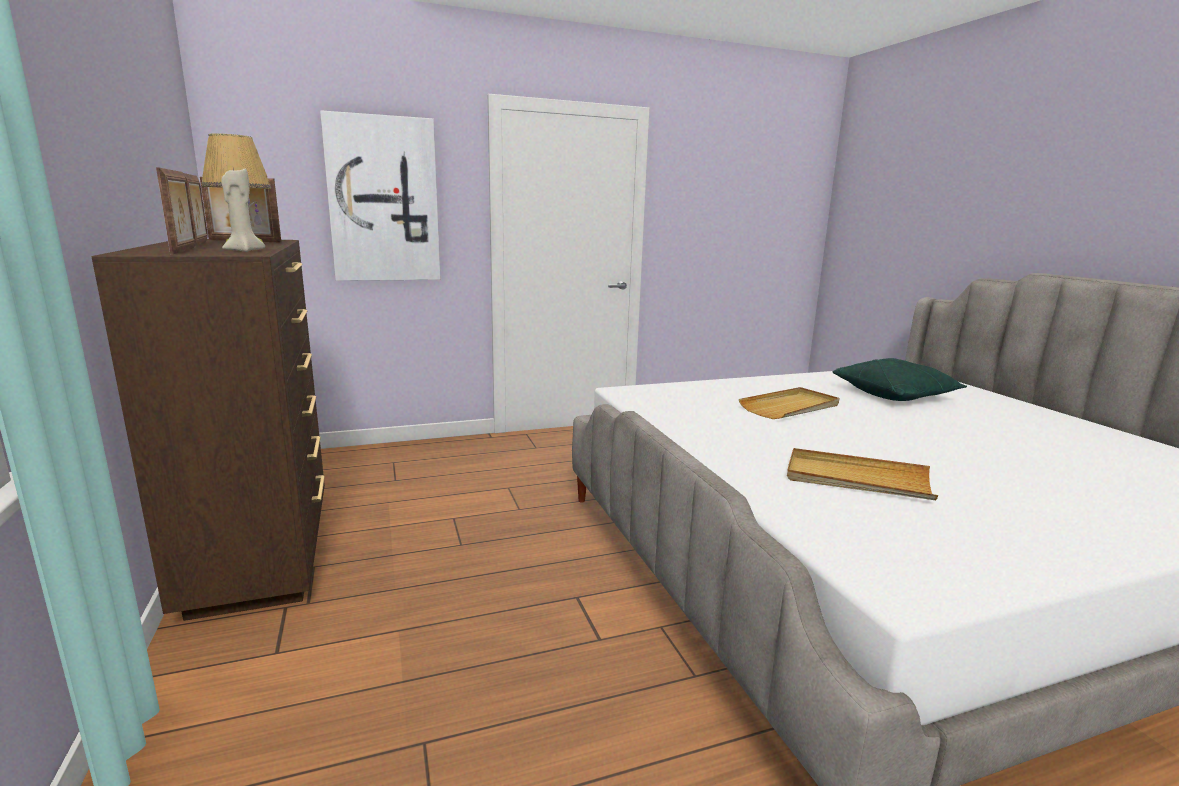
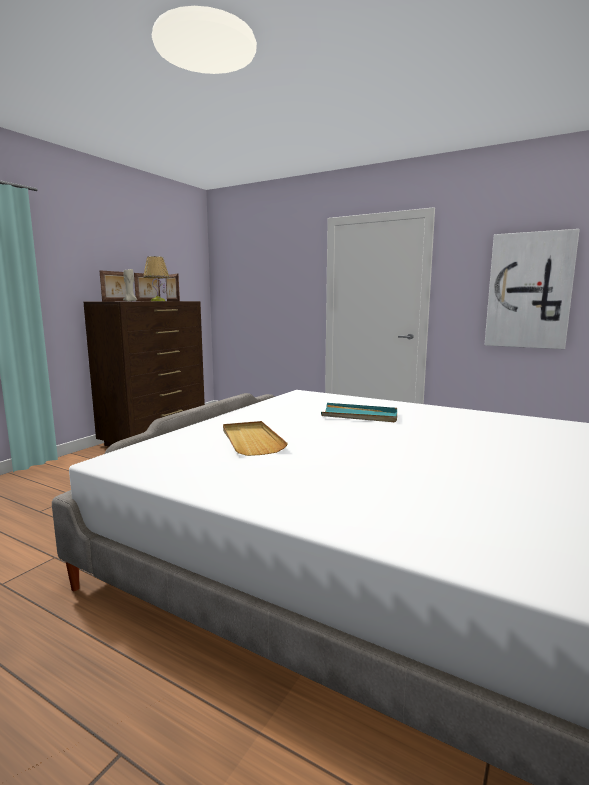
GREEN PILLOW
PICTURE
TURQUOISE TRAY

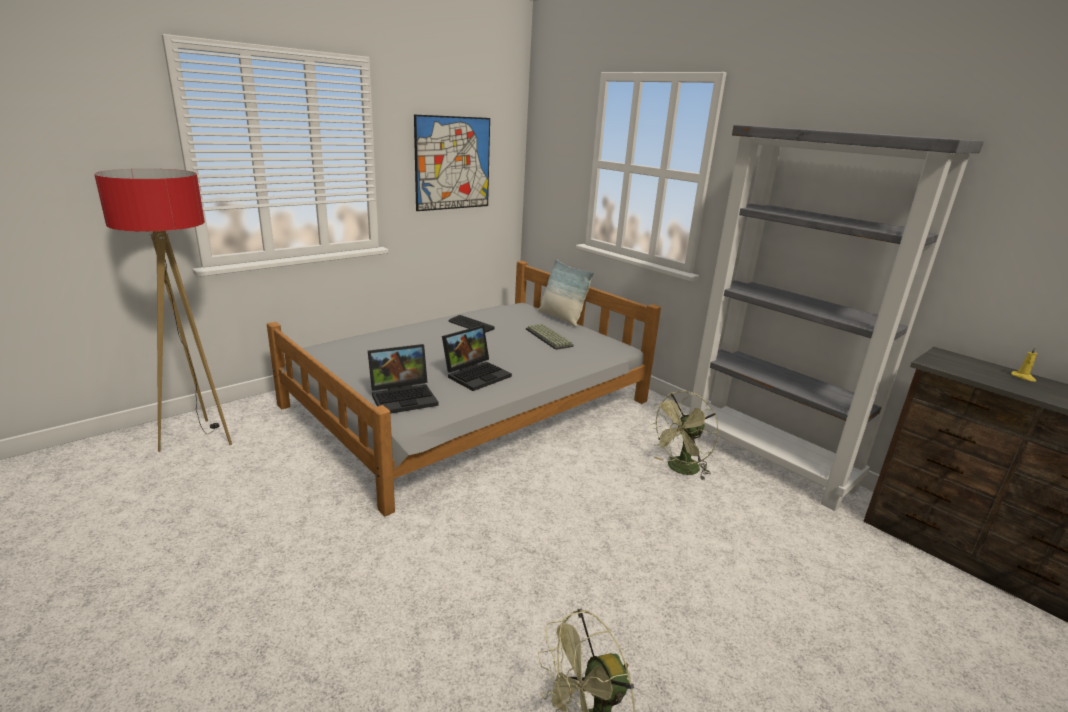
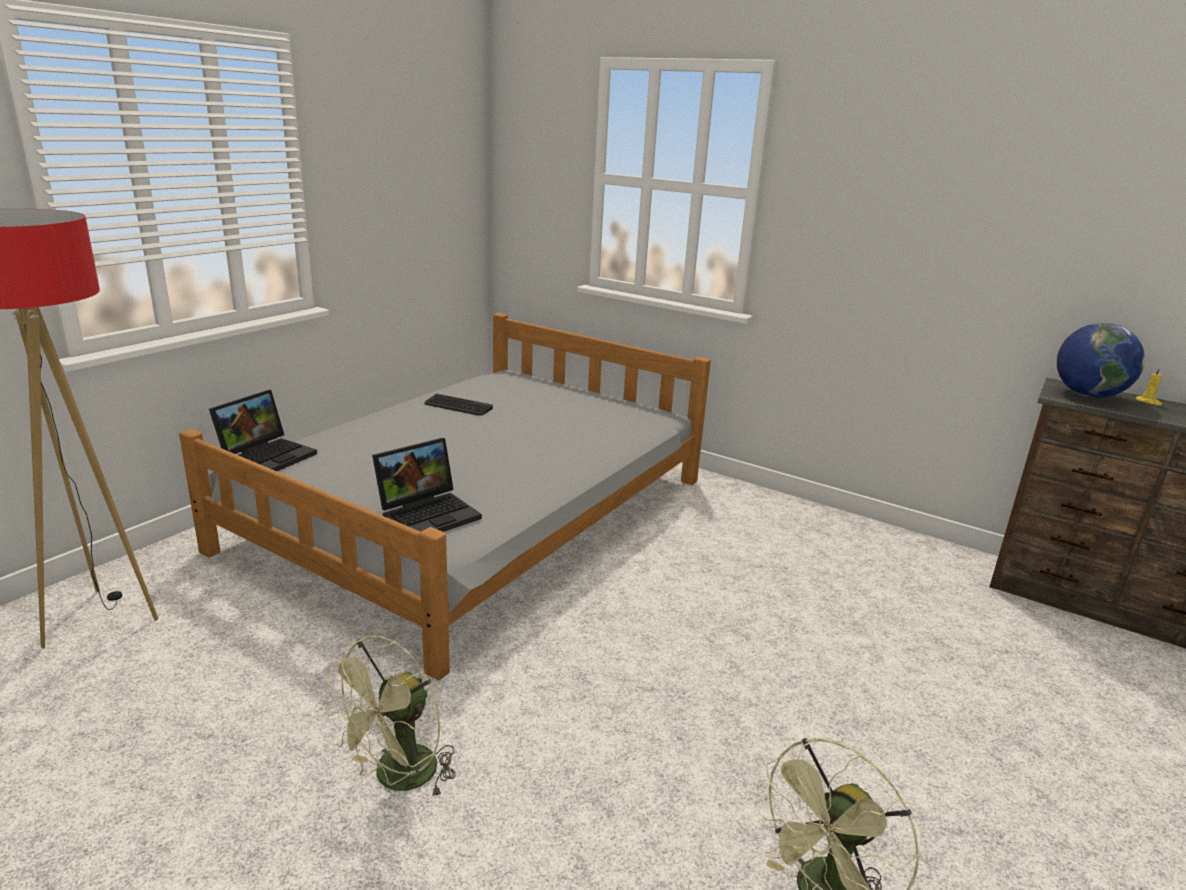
PICTURE
KEYBOARD (2nd from left in the first image)
PILLOW
GREY BOOKCASE
GLOBE
LAPTOP (1st from left)
GREEN FAN (1st from left)

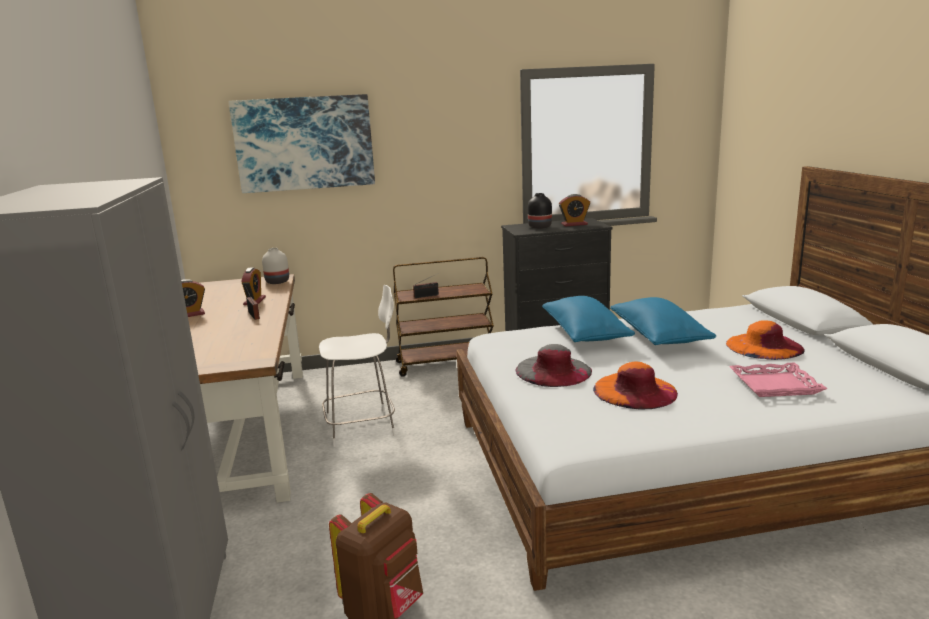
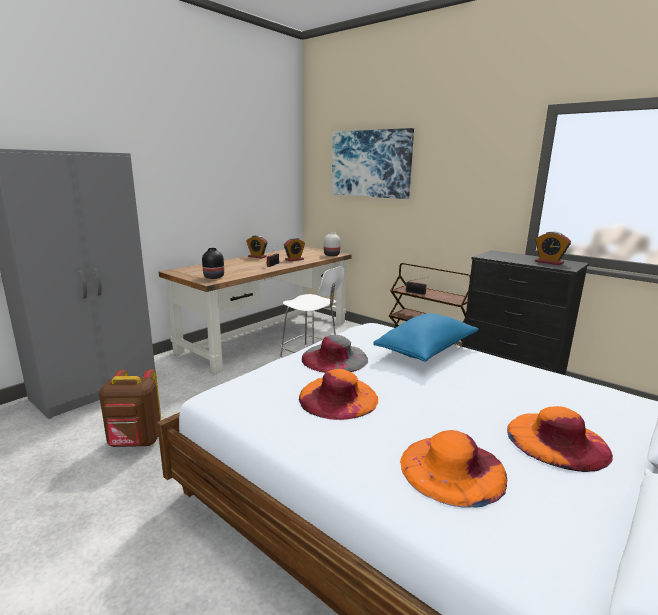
BLUE PILLOW (2nd from left in the first image)
BLACK VASE
ORANGE HAT (2nd from left)

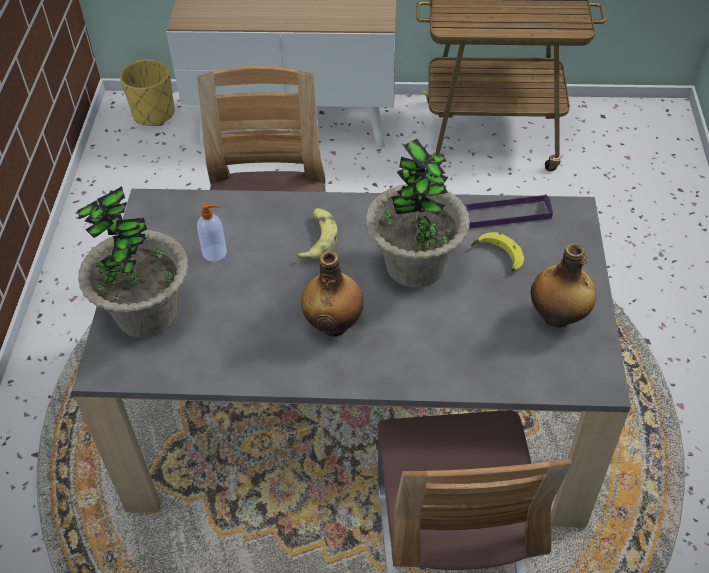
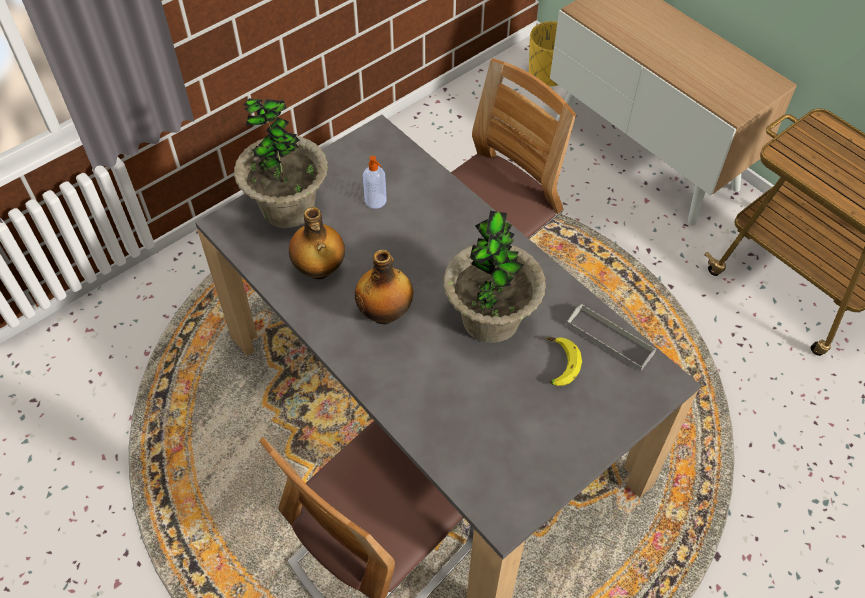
BANANA (1st from left in the first image)
BOTTLE (1st from left)
GREY TRAY

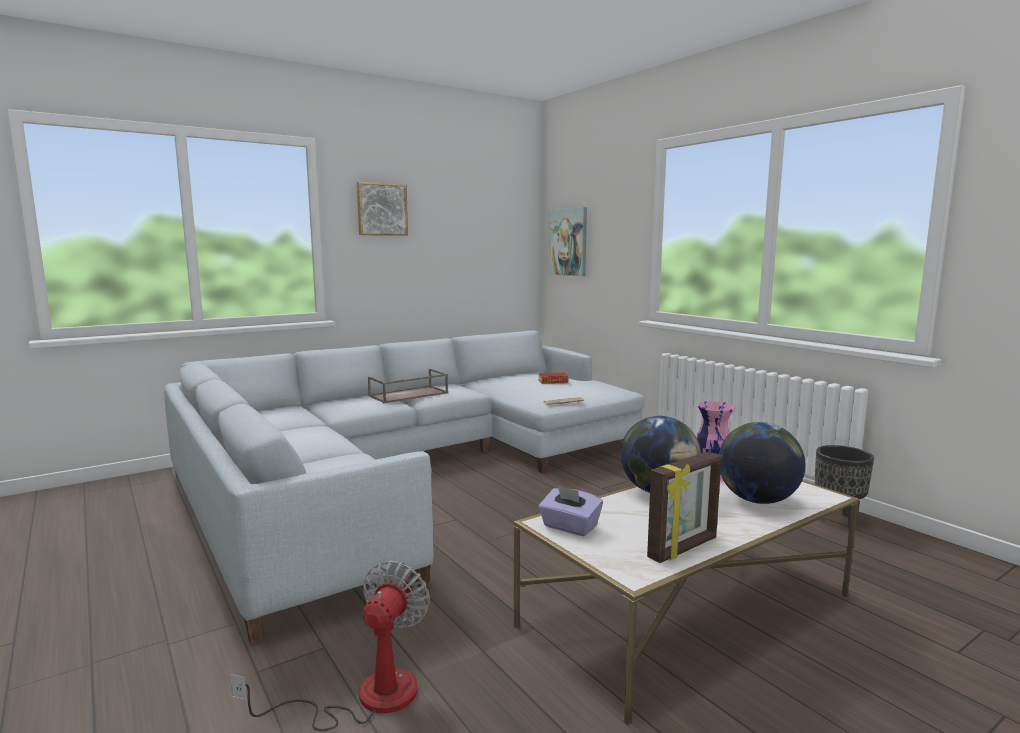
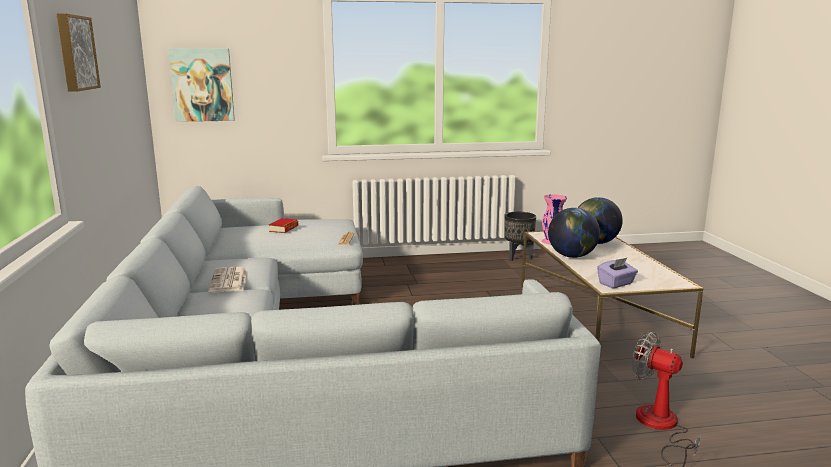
PICTURE FRAME
NEWSPAPER (1st from left)

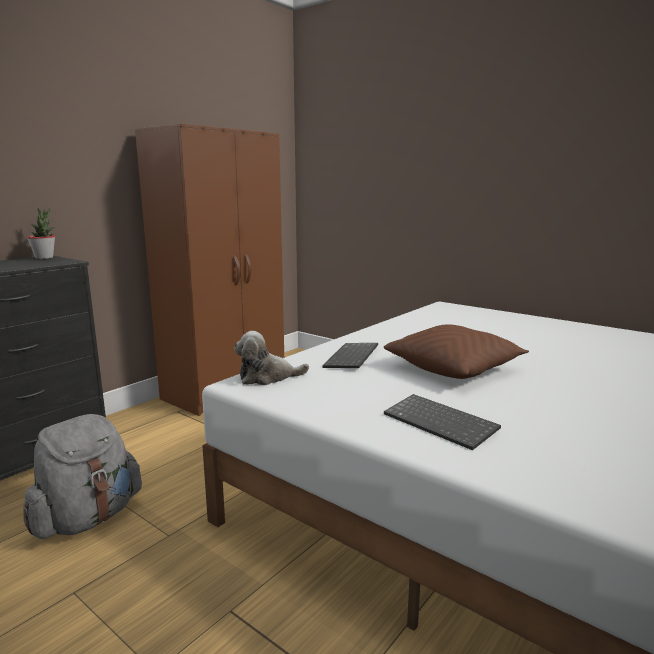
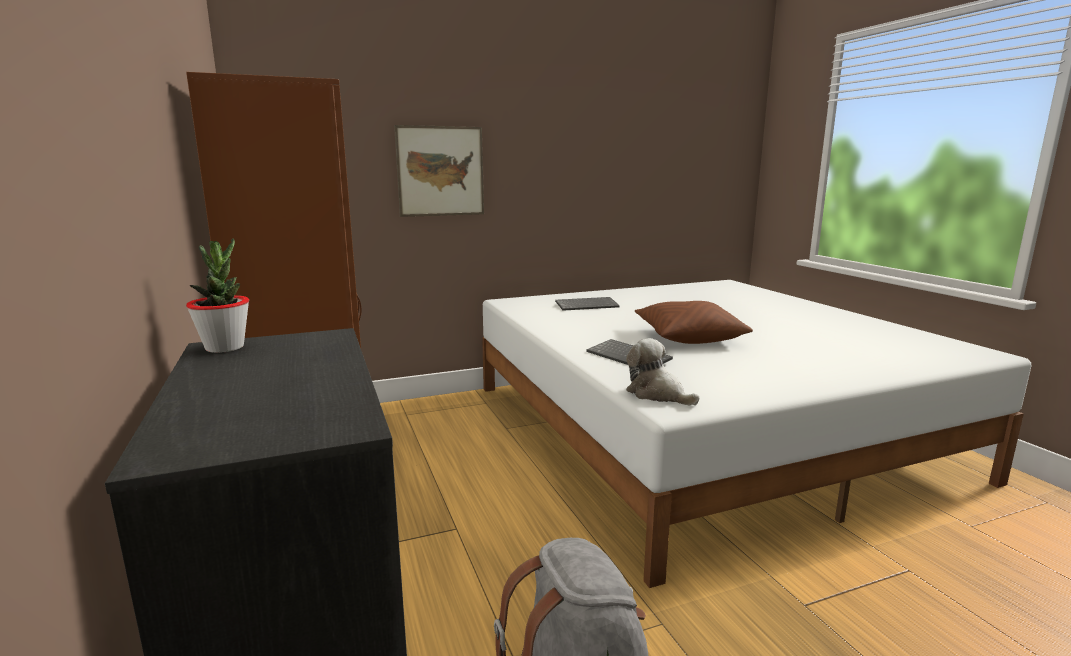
PICTURE
KEYBOARD (1st from left)
PLUSH TOY

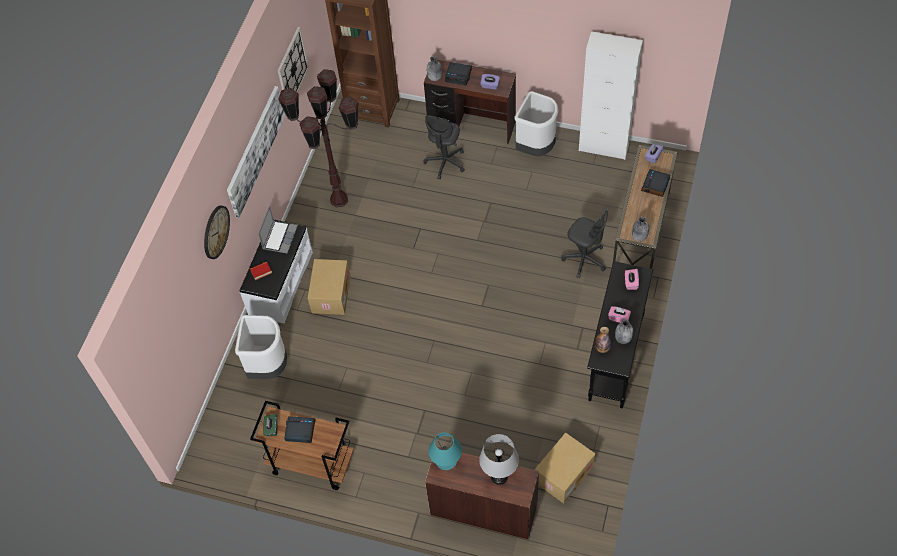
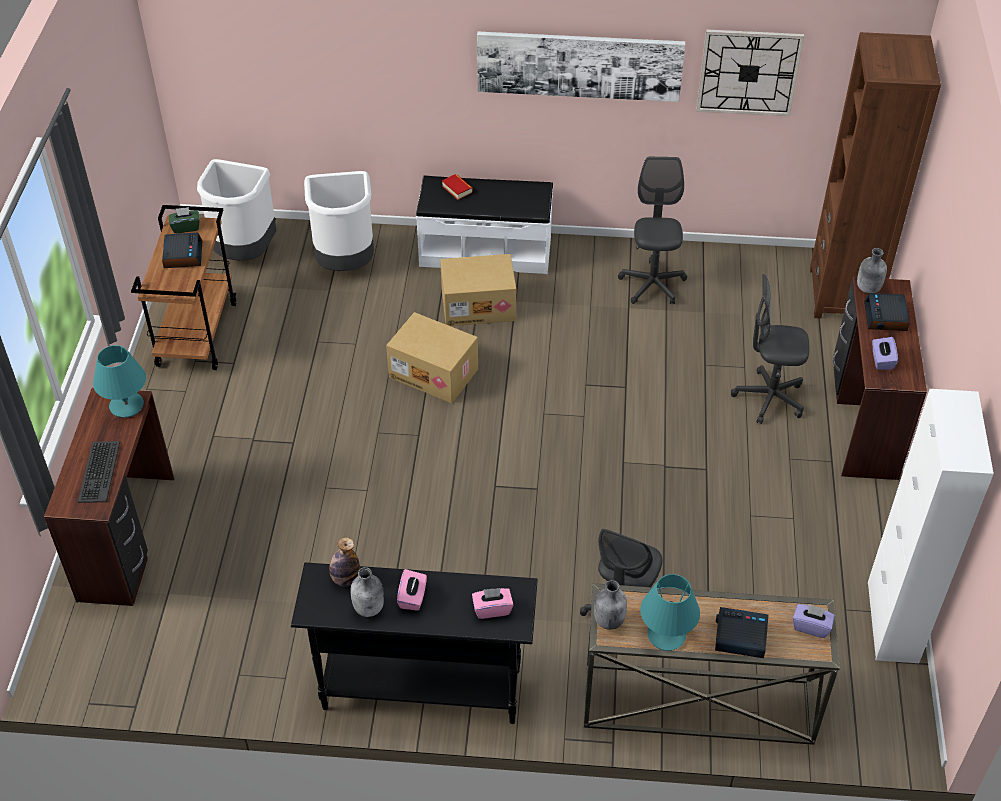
WALL CLOCK (1st from left in the first image)
LAPTOP
TURQUOISE TABLE LAMP (2nd from left)
WHITE TRASH CAN (1st from left)
CARDBOARD BOX (1st from left)
GREY OFFICE CHAIR (2nd from left)
KEYBOARD

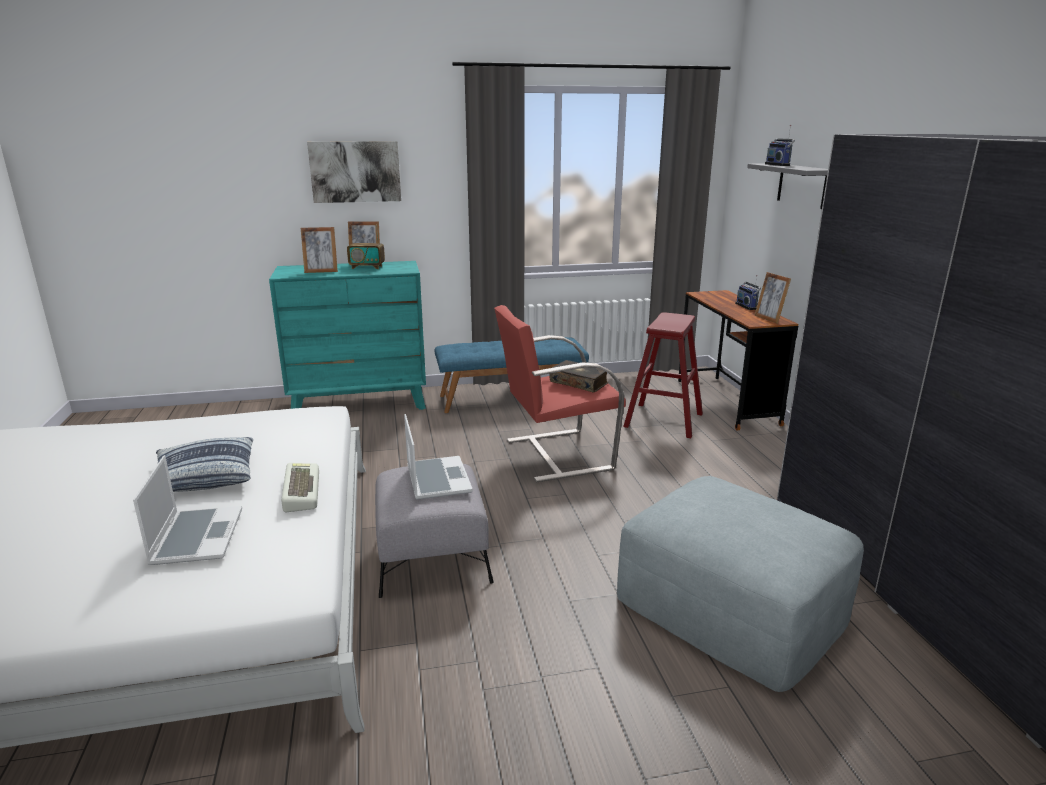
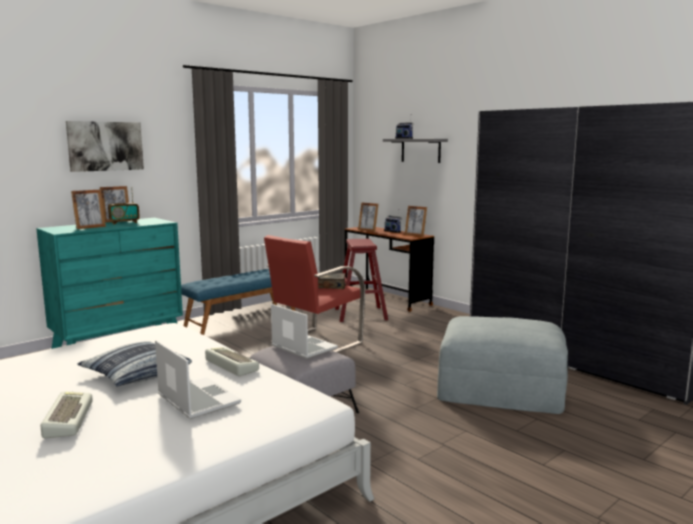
KEYBOARD (1st from left)
PICTURE FRAME (3rd from left)

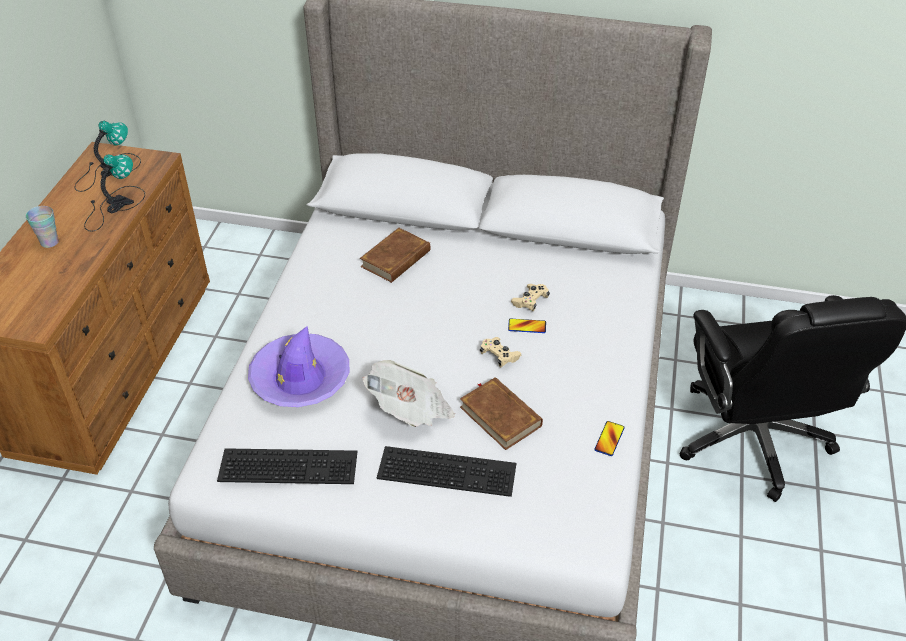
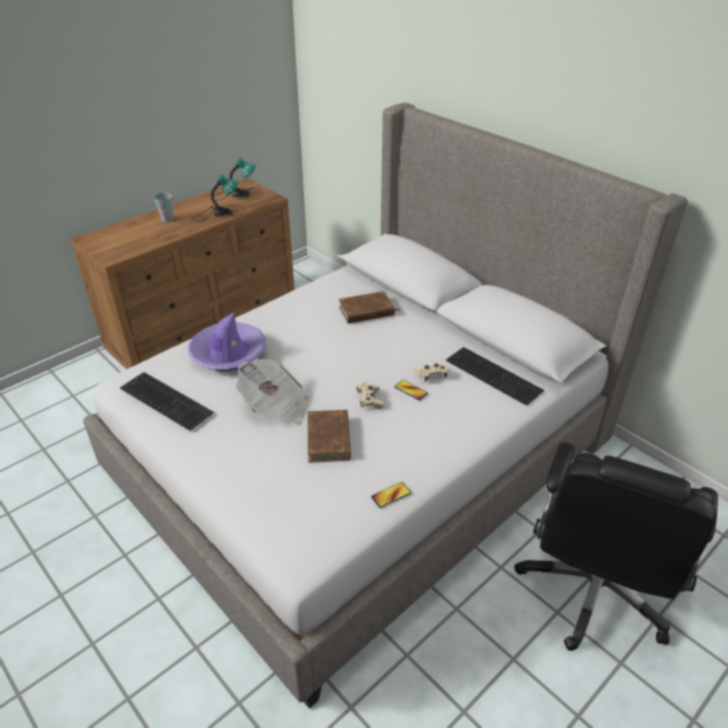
KEYBOARD (2nd from left)

